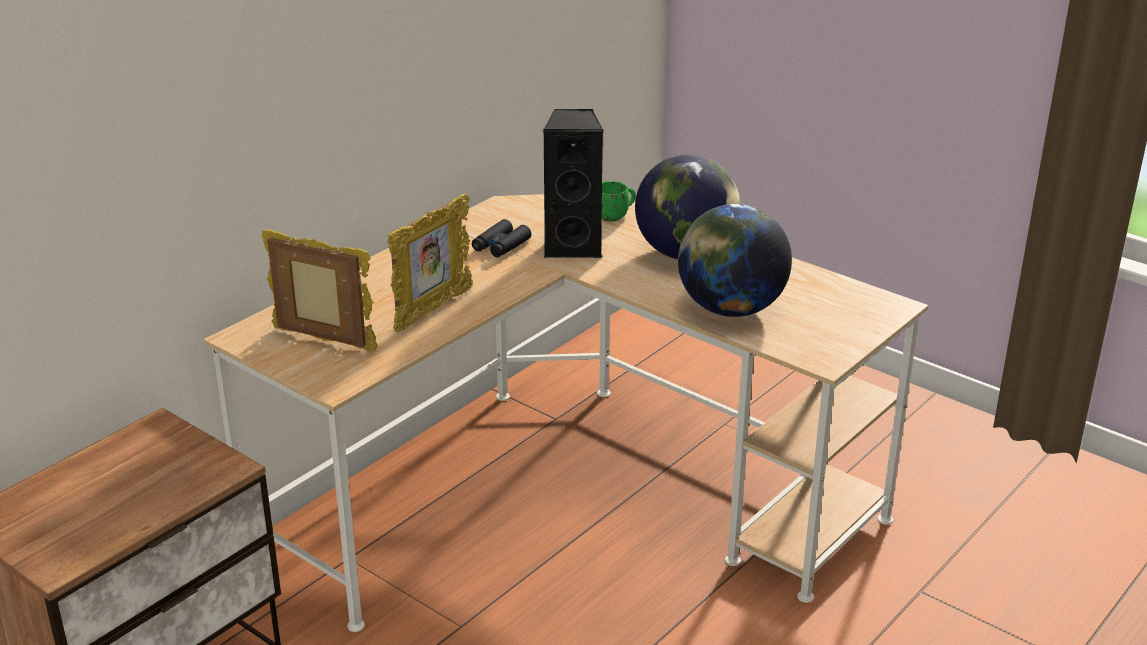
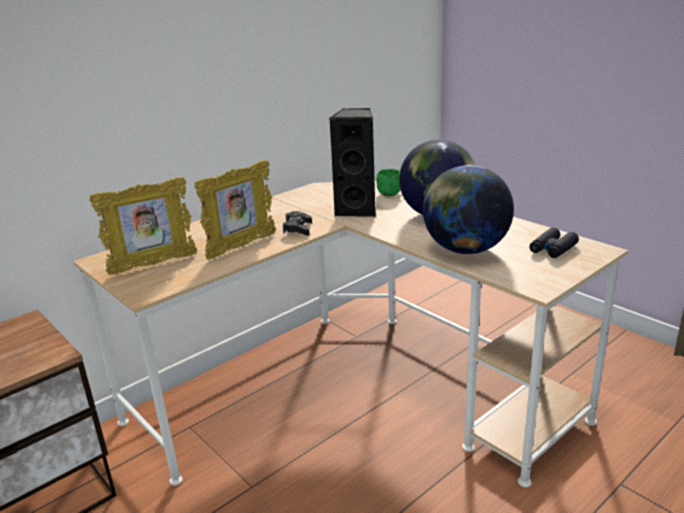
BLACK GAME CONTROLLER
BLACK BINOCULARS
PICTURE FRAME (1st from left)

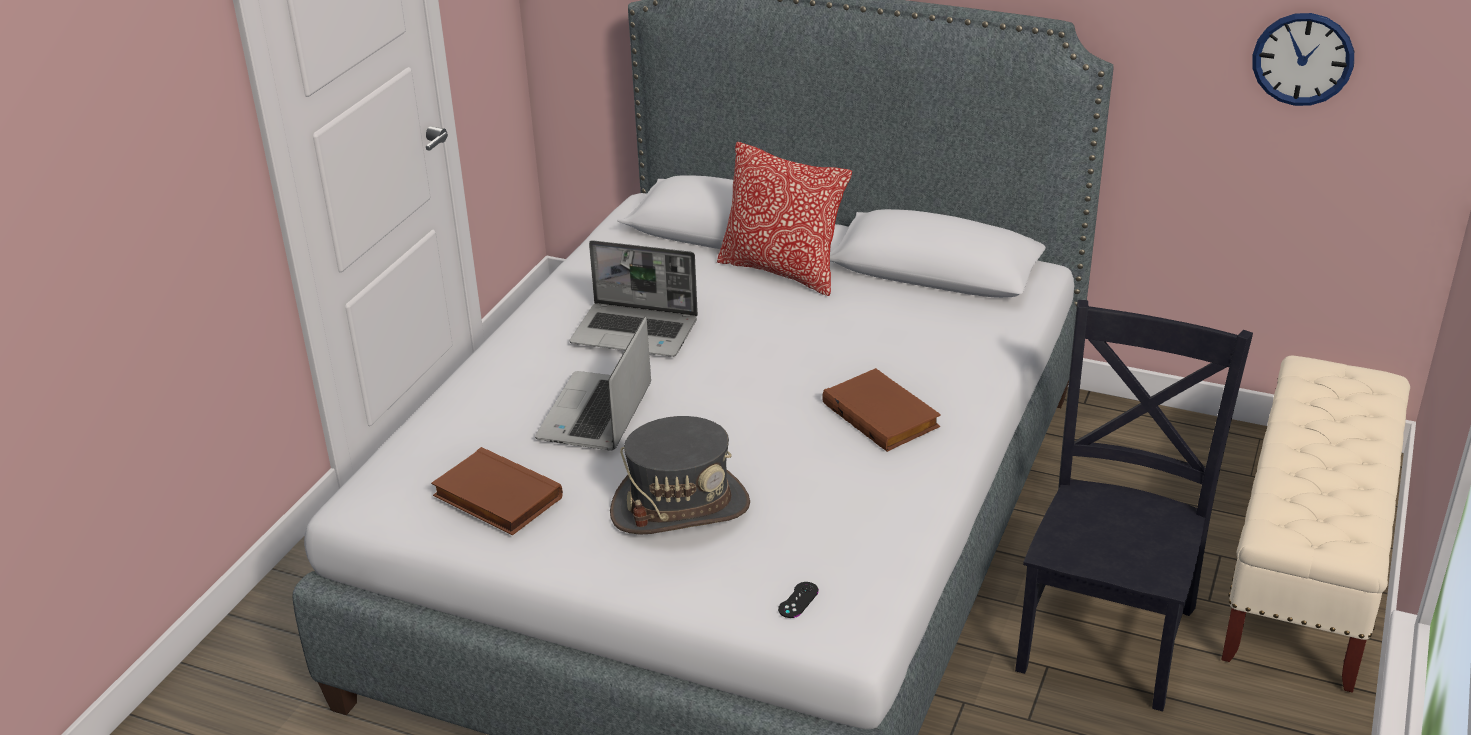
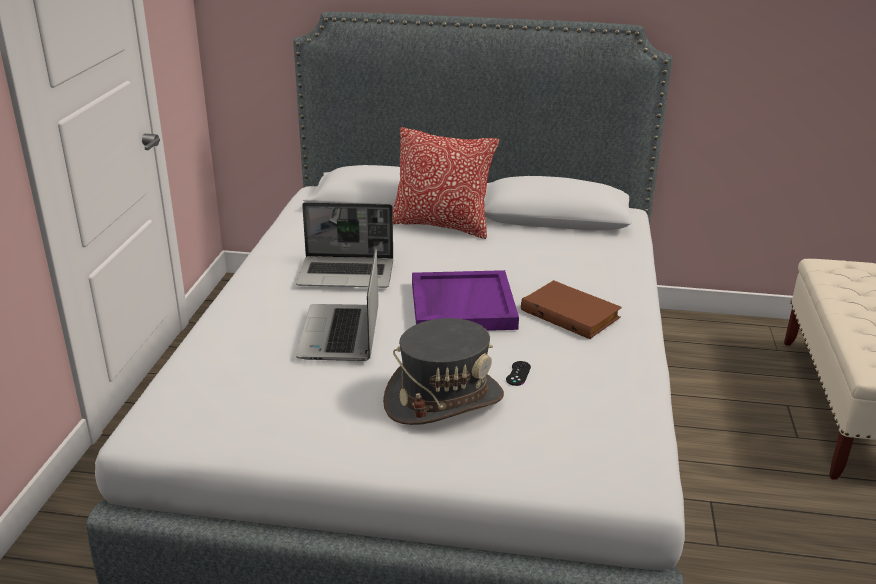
BROWN BOOK (1st from left in the first image)
BLACK CHAIR
WALL CLOCK
PURPLE TRAY
BLACK GAME CONTROLLER

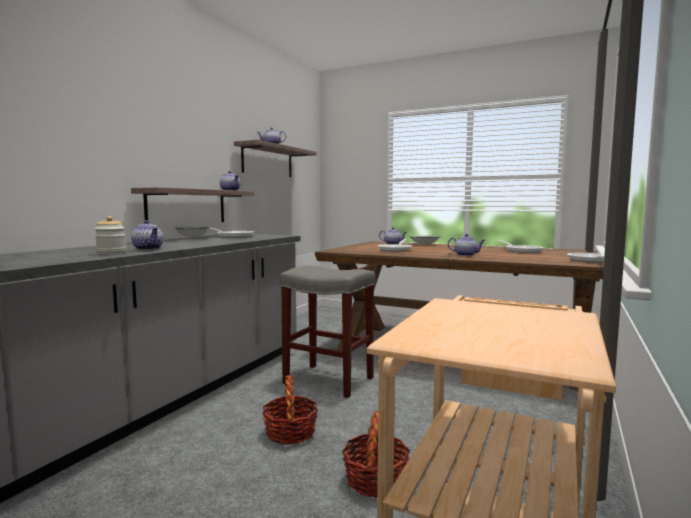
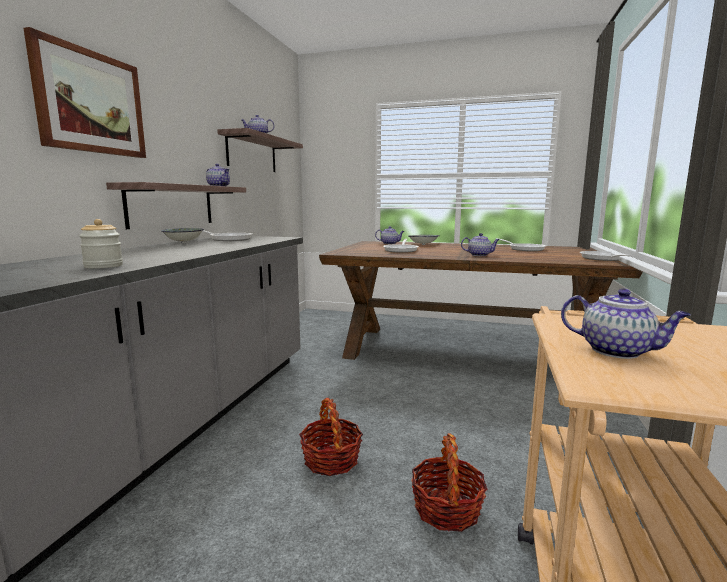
GREY STOOL
PICTURE
TEAPOT (5th from left)

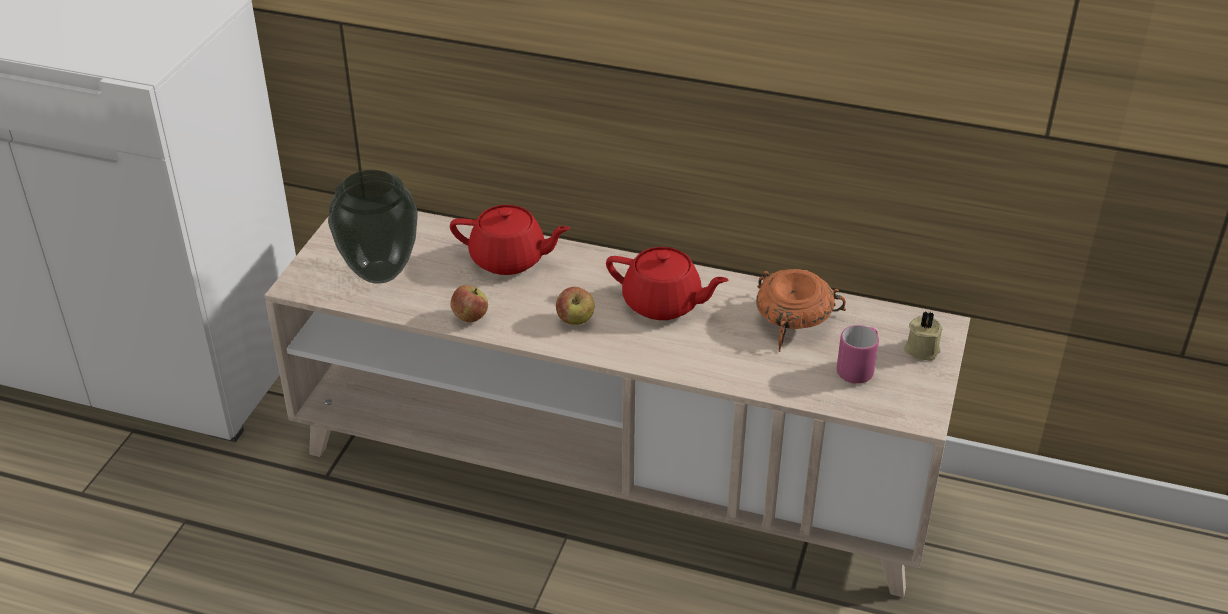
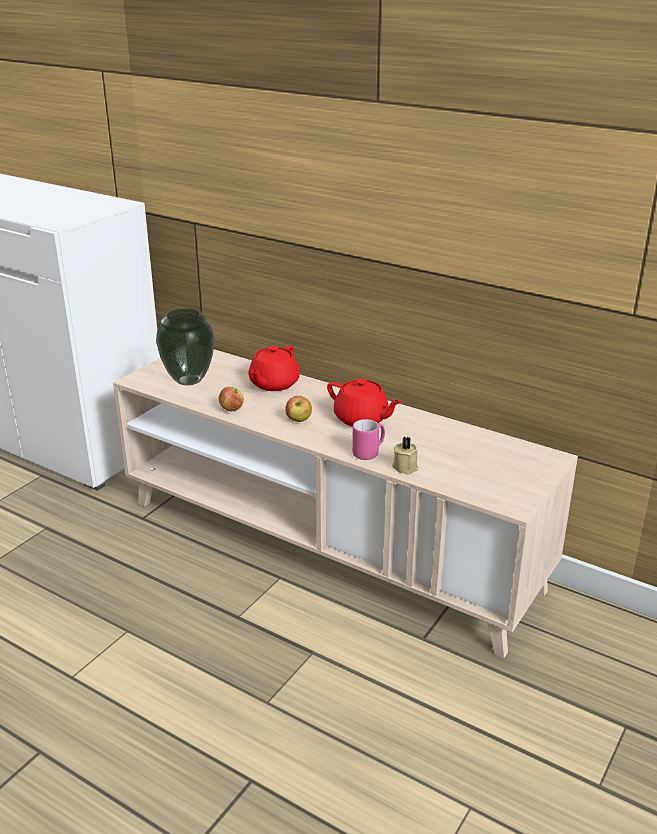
ORANGE BOWL
PINK MUG
BEIGE CANDLE
RED TEAPOT (1st from left)

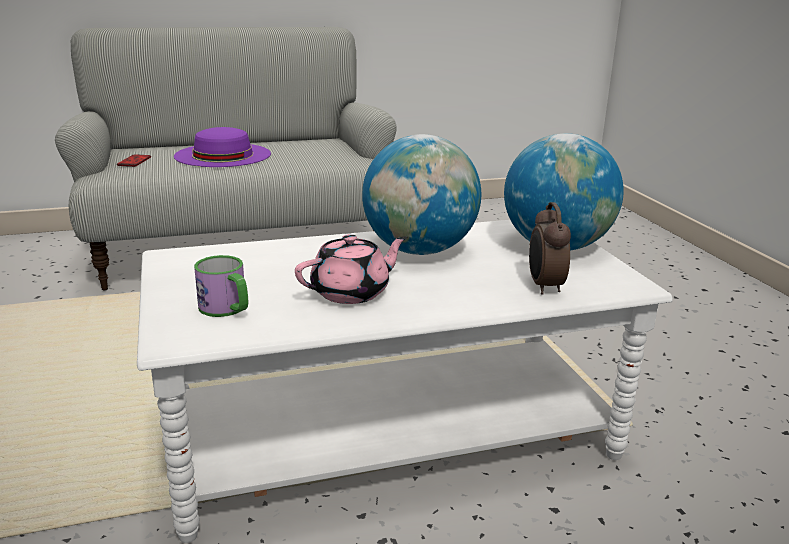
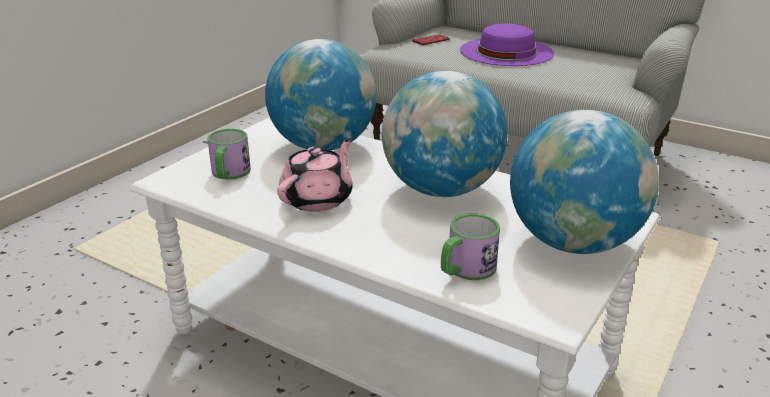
GLOBE (1st from left)
MUG (2nd from left)
PINK TEAPOT

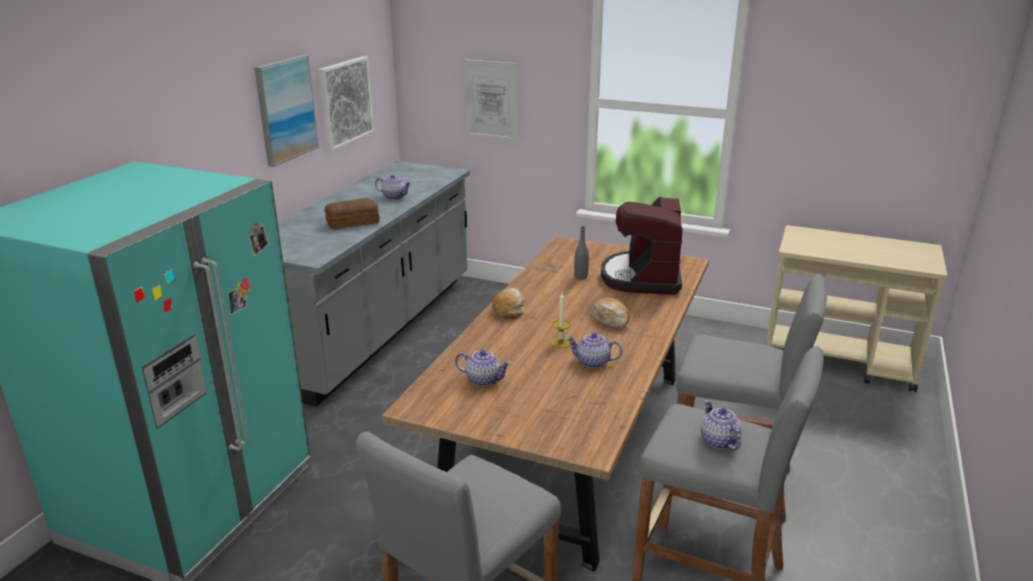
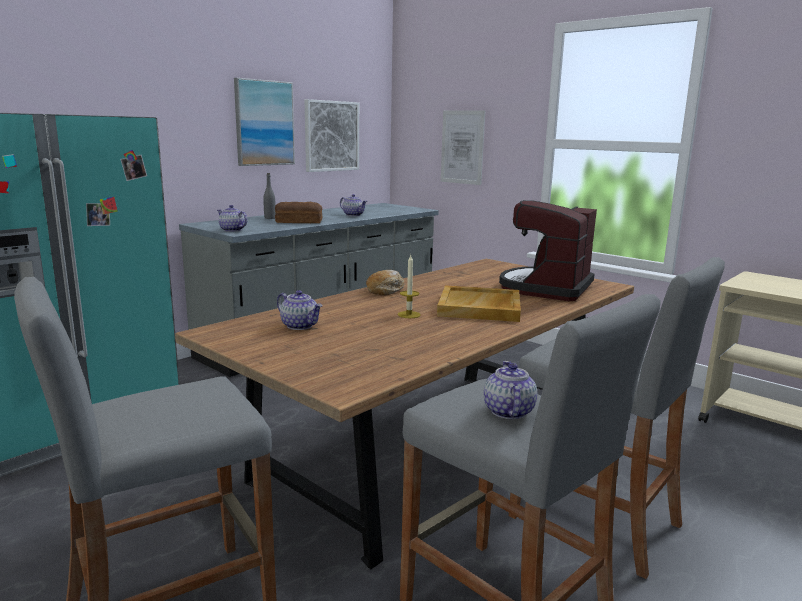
TEAPOT (1st from left)
GREY BOTTLE
BEIGE TRAY

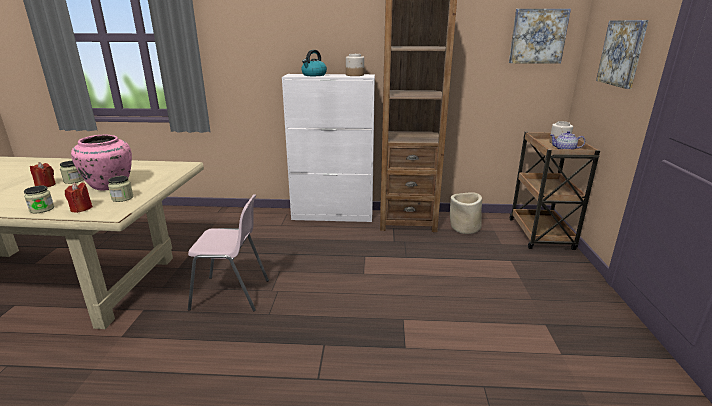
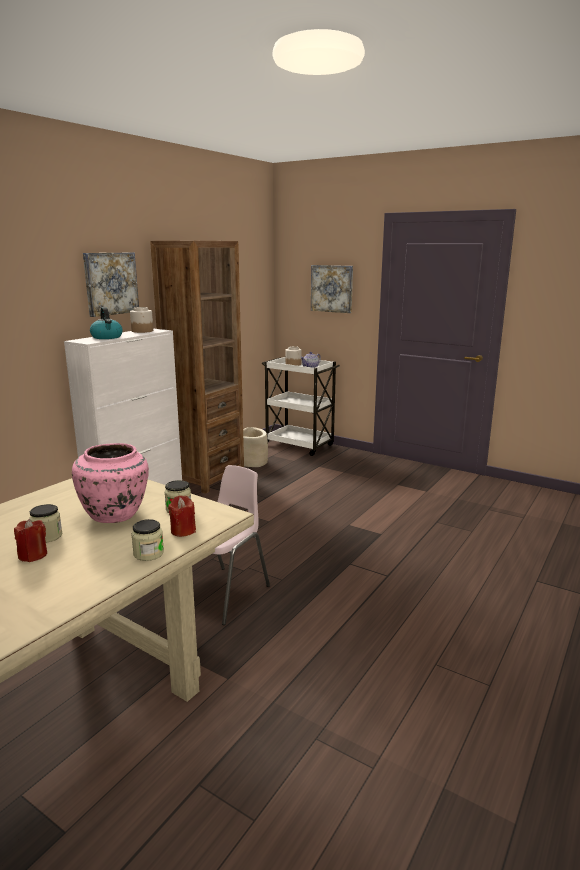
PICTURE (1st from left)
WHITE CART

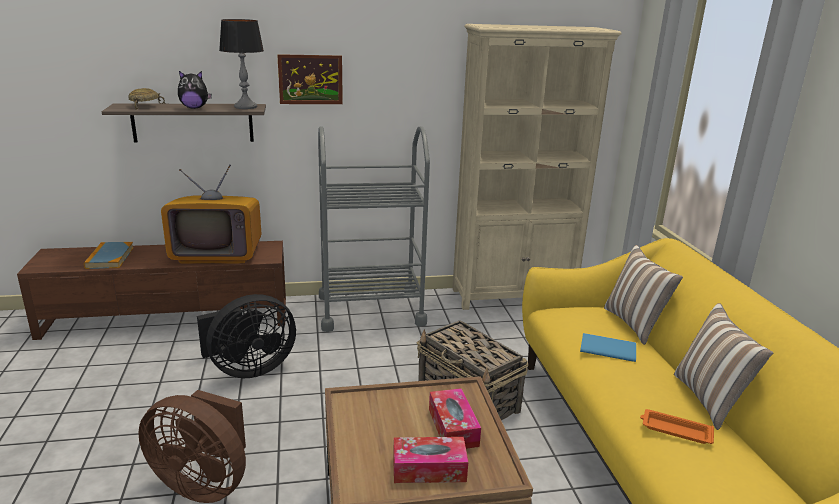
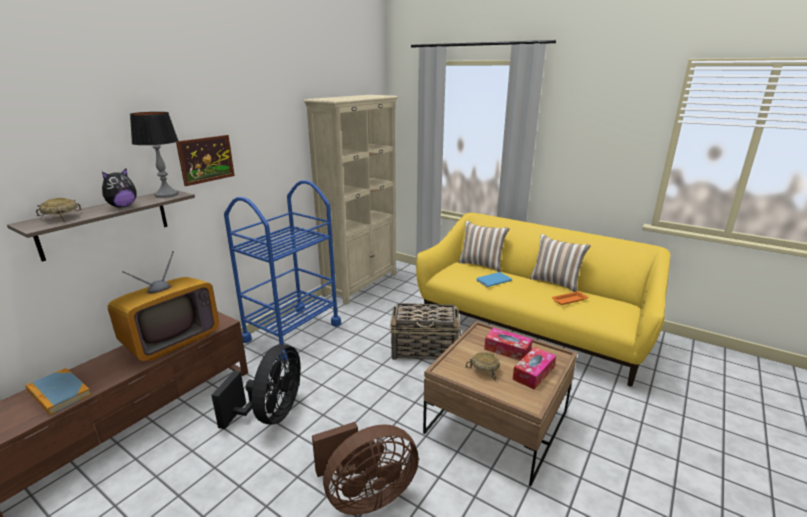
BEIGE BOWL (2nd from left)
BLUE CART

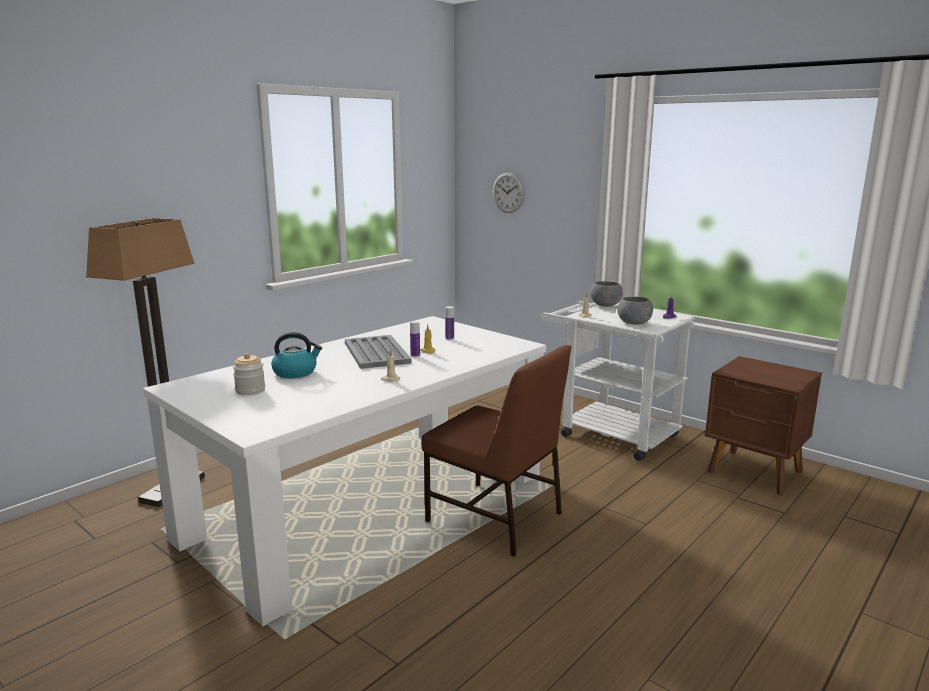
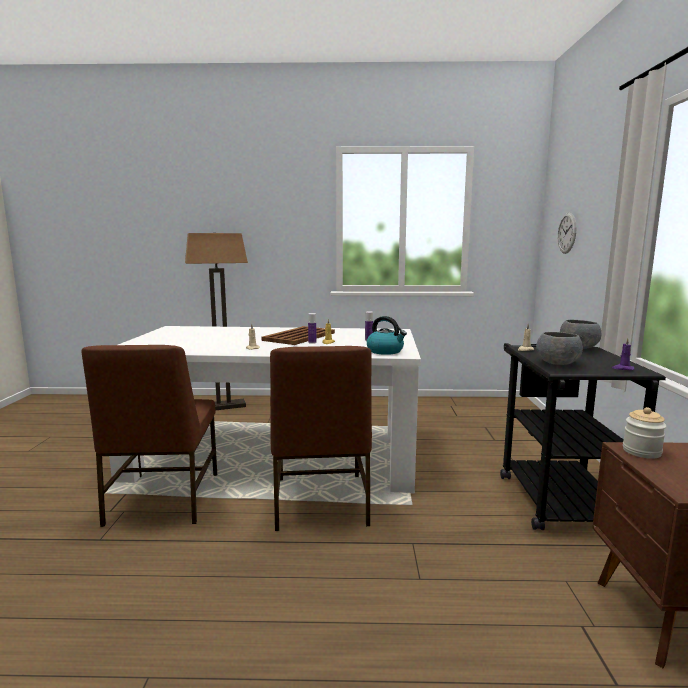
BROWN CHAIR (1st from left)
JAR
KETTLE
BROWN TRAY
BLACK CART

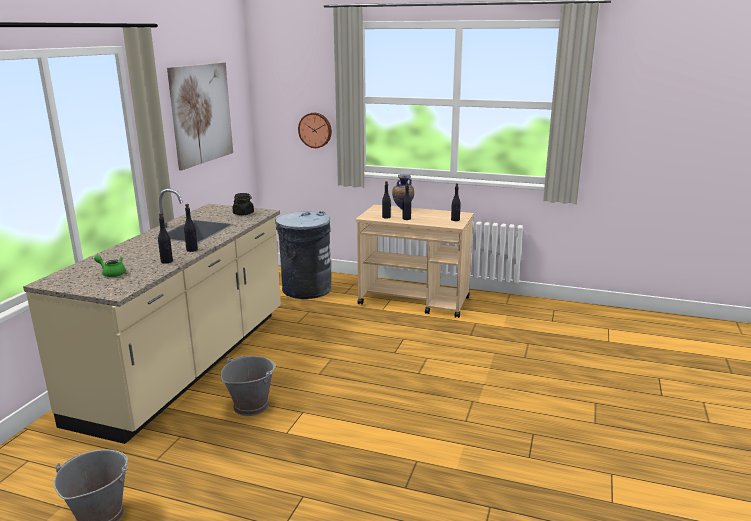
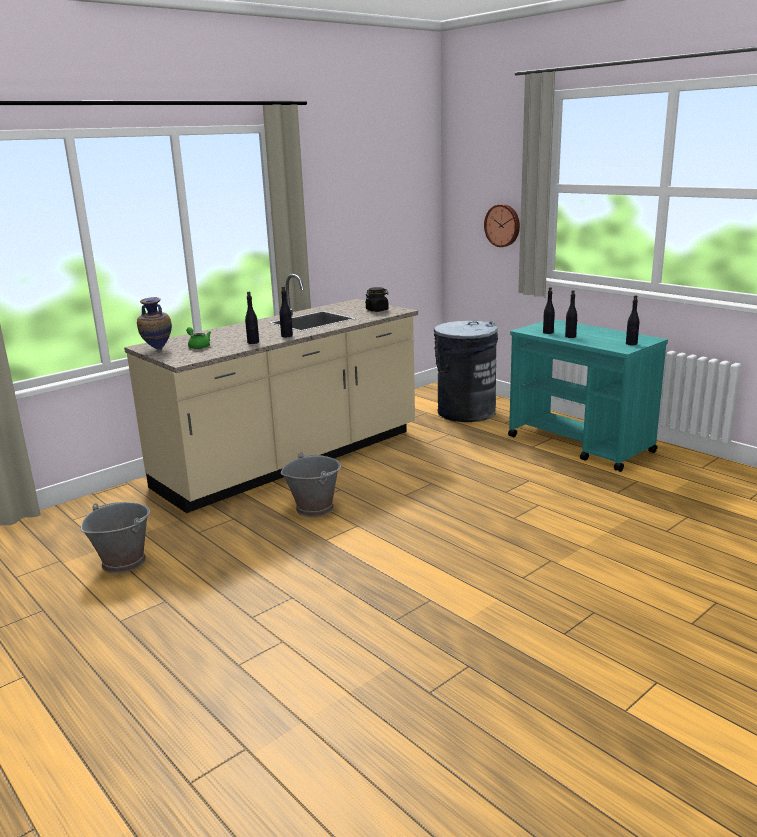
PICTURE
VASE
TURQUOISE CART

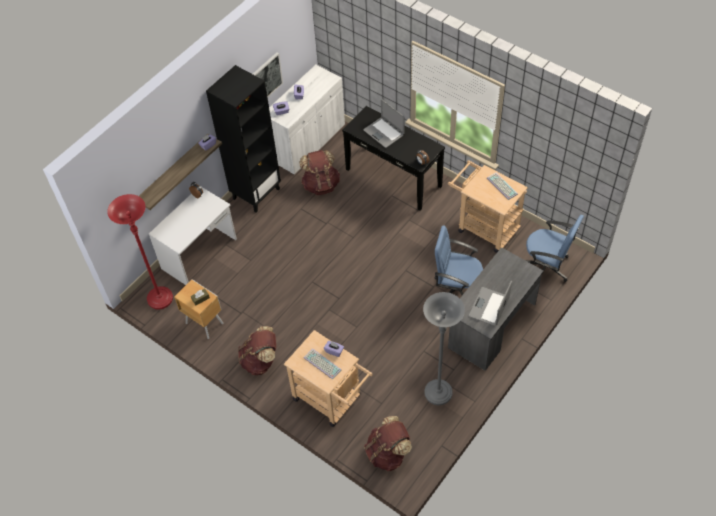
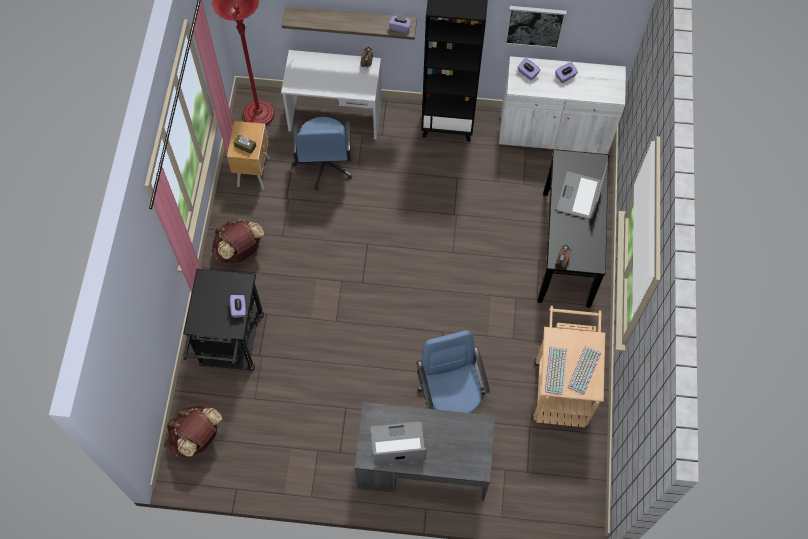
BROWN BACKPACK (2nd from left in the first image)
GREY FLOOR LAMP
KEYBOARD (1st from left)
BLUE OFFICE CHAIR (1st from left)
BLACK CART

